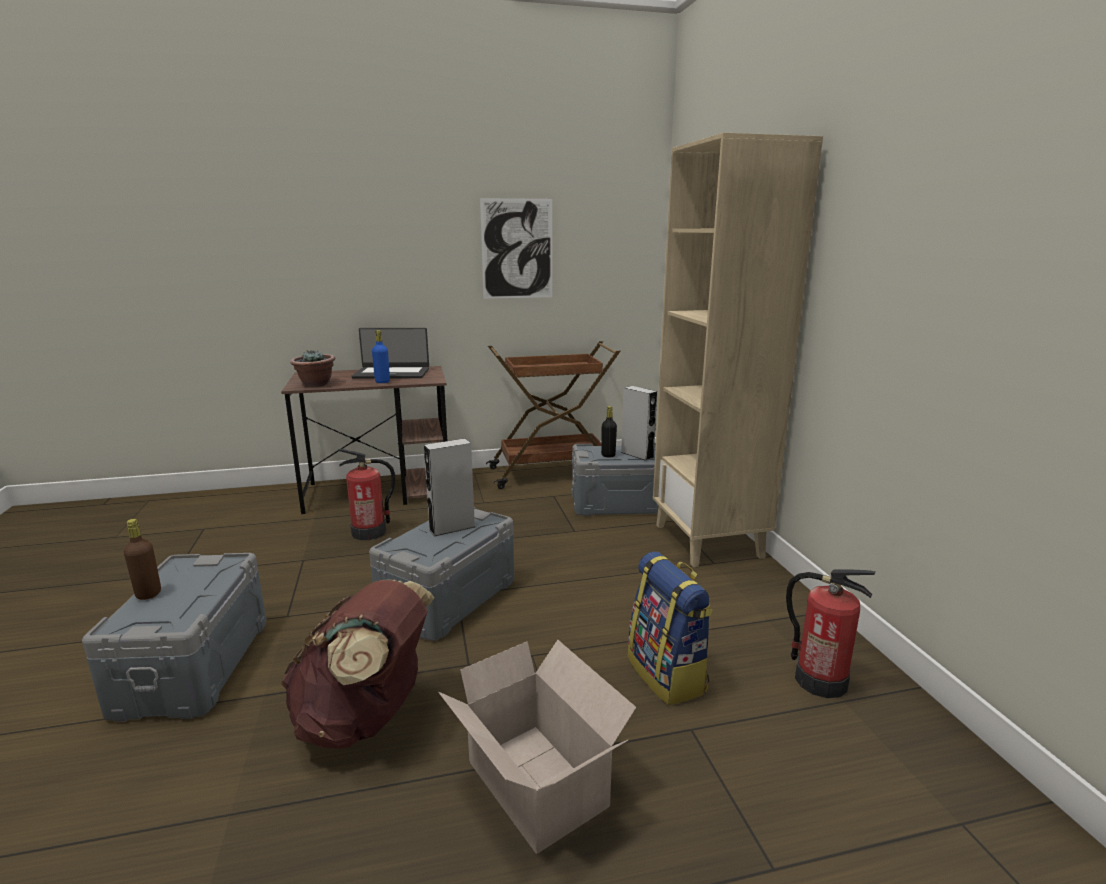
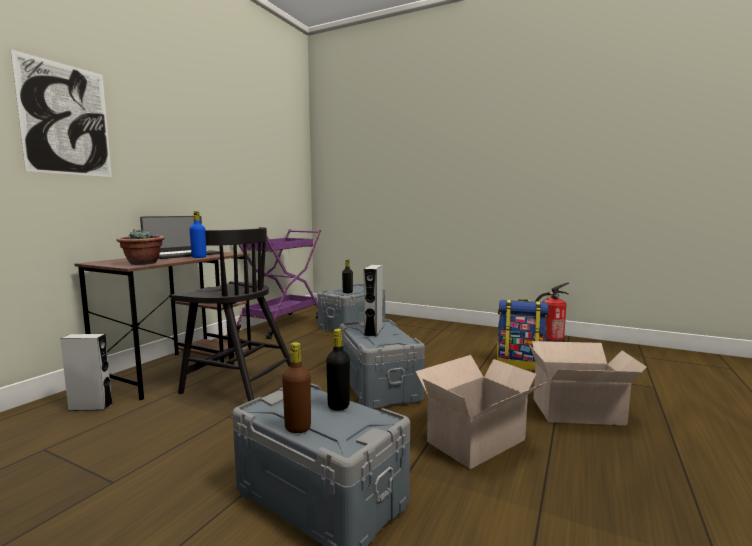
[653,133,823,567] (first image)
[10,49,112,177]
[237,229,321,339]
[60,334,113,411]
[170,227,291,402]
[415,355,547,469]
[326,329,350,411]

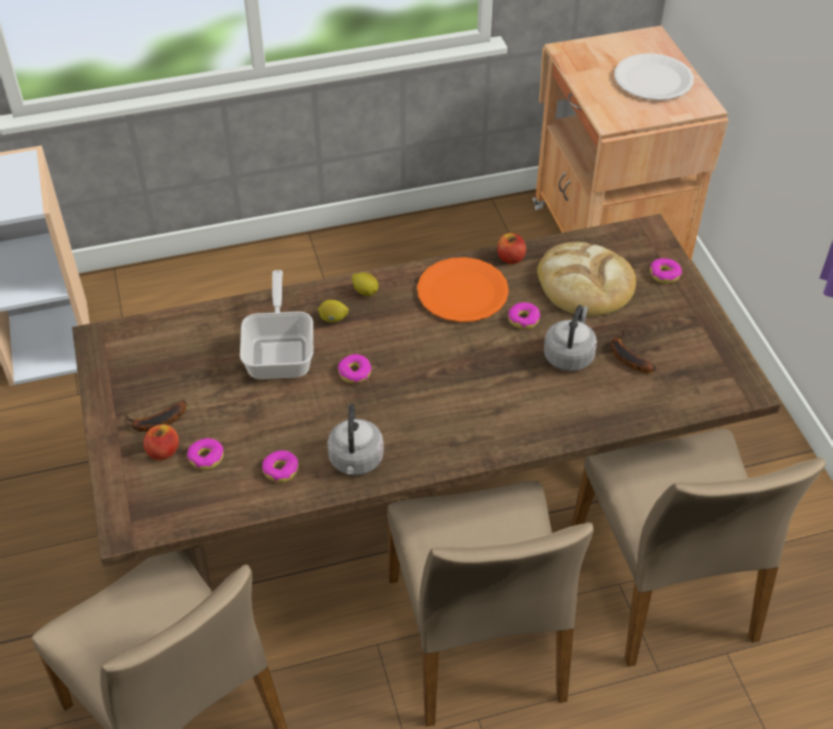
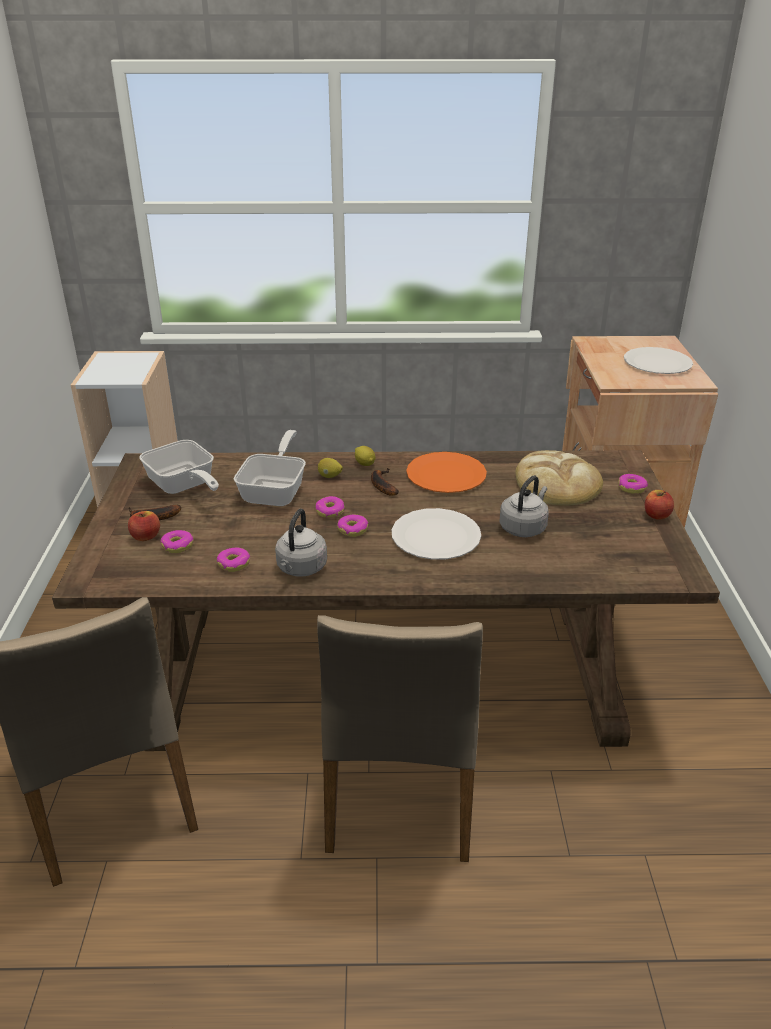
[645,490,674,520]
[337,515,368,537]
[371,468,399,496]
[571,429,826,667] (first image)
[139,440,219,494]
[392,508,481,560]

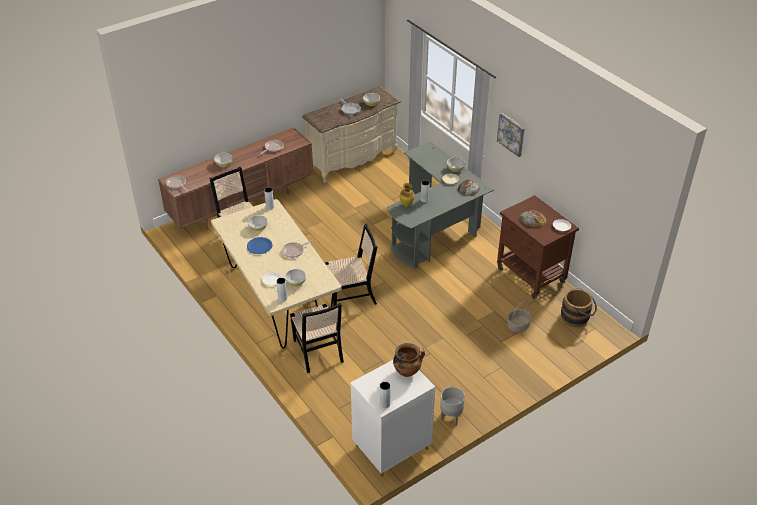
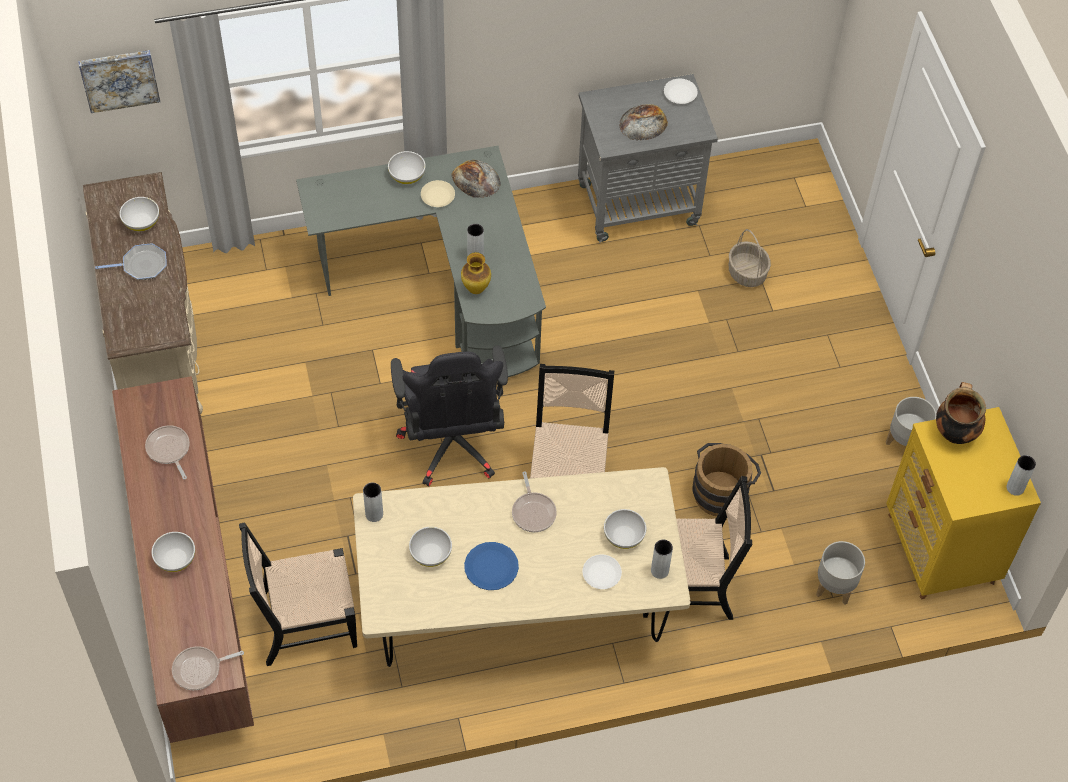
[78,50,160,113]
[578,74,718,243]
[692,443,761,516]
[886,407,1041,600]
[391,345,508,486]
[816,541,865,605]

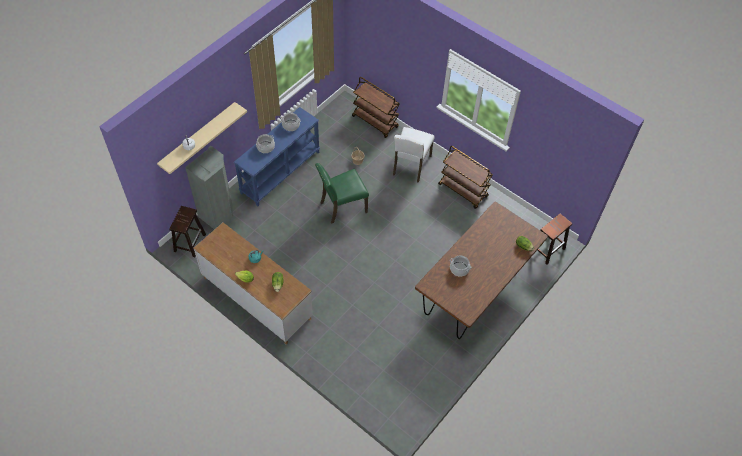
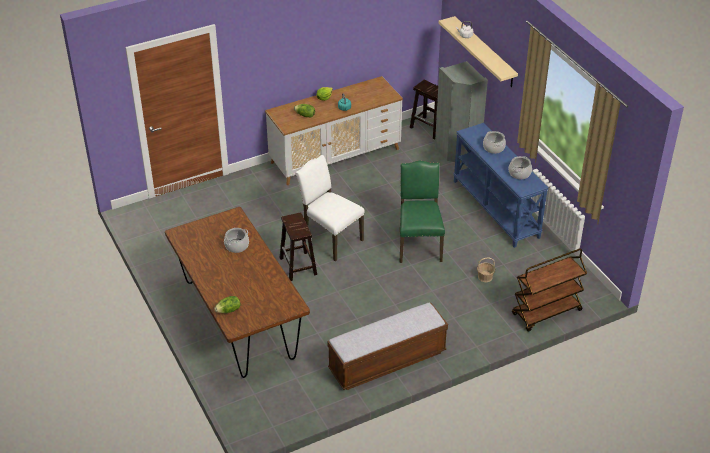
[295,155,365,262]
[327,303,448,390]
[280,212,317,281]

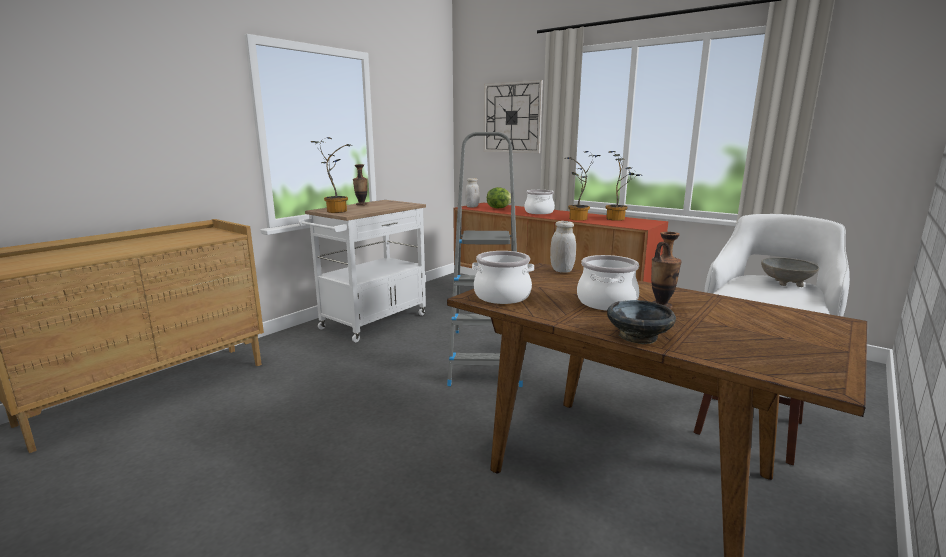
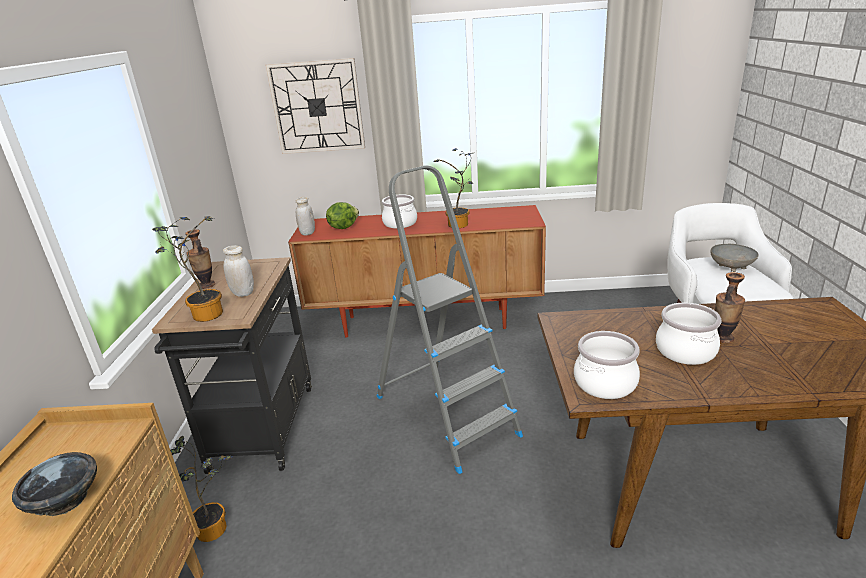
[170,436,233,542]
[152,257,313,474]
[223,245,254,297]
[12,452,97,516]

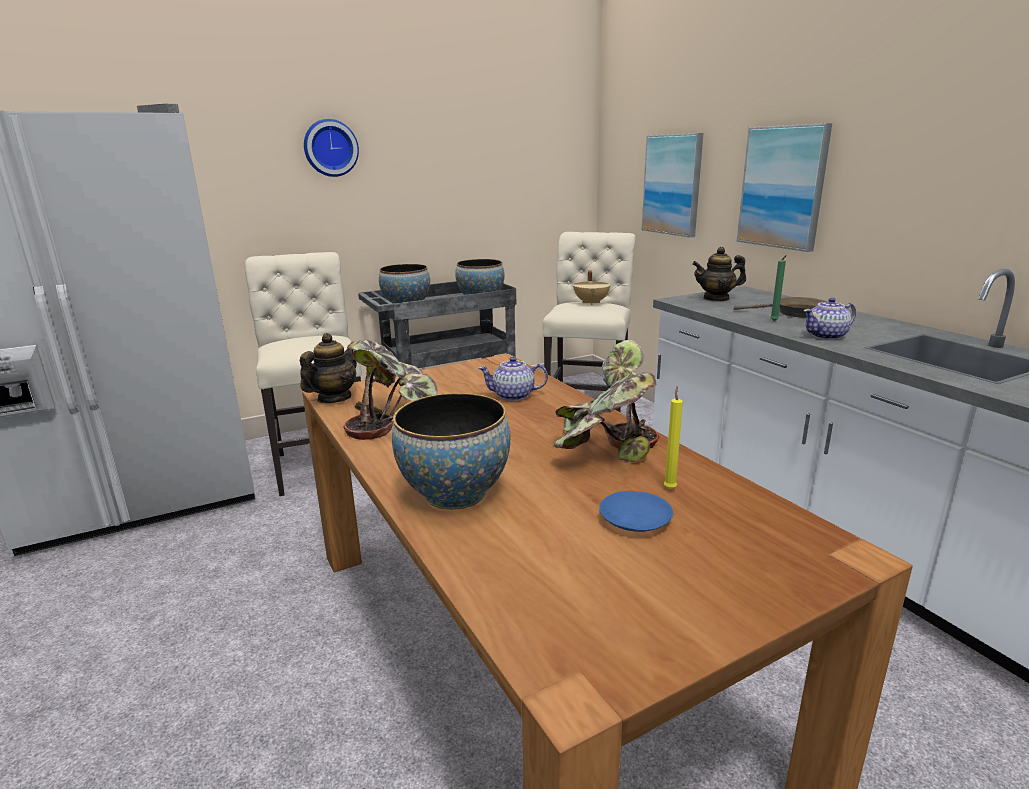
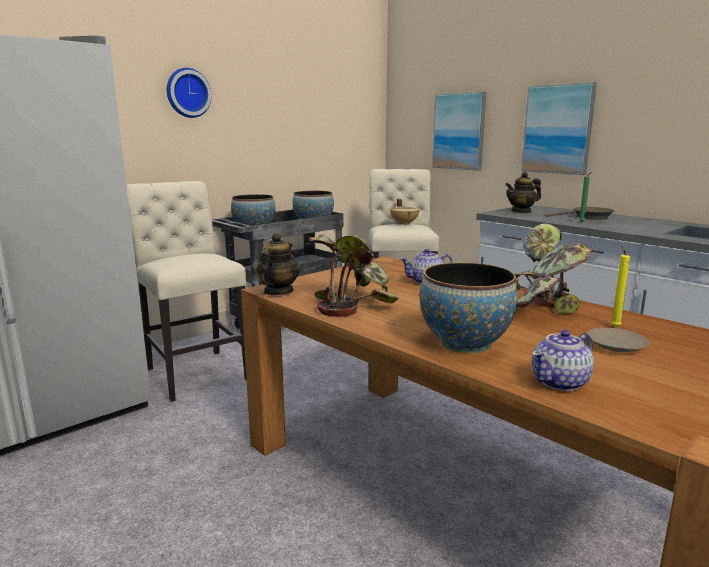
[532,330,594,391]
[587,328,649,352]

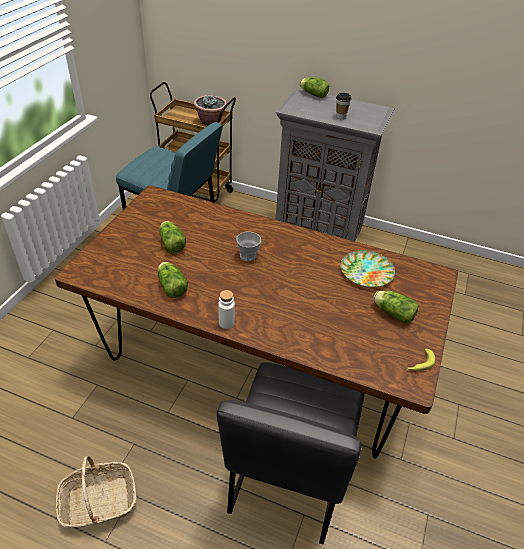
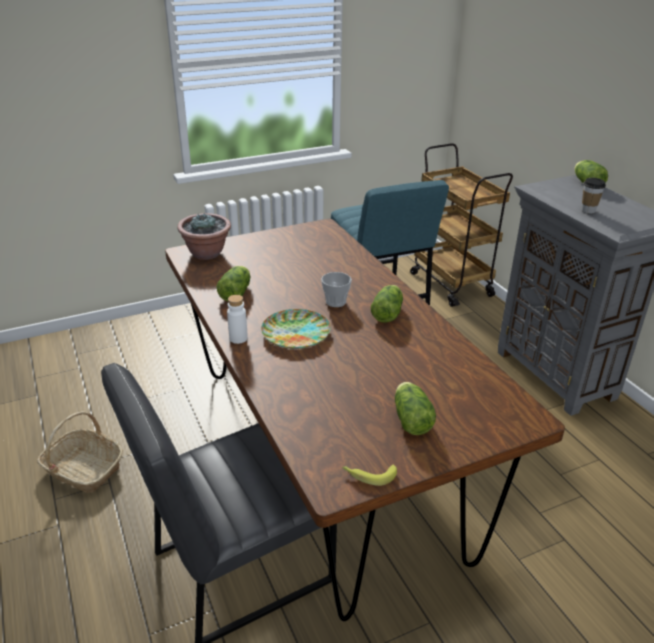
[177,213,231,260]
[371,285,403,323]
[261,309,331,349]

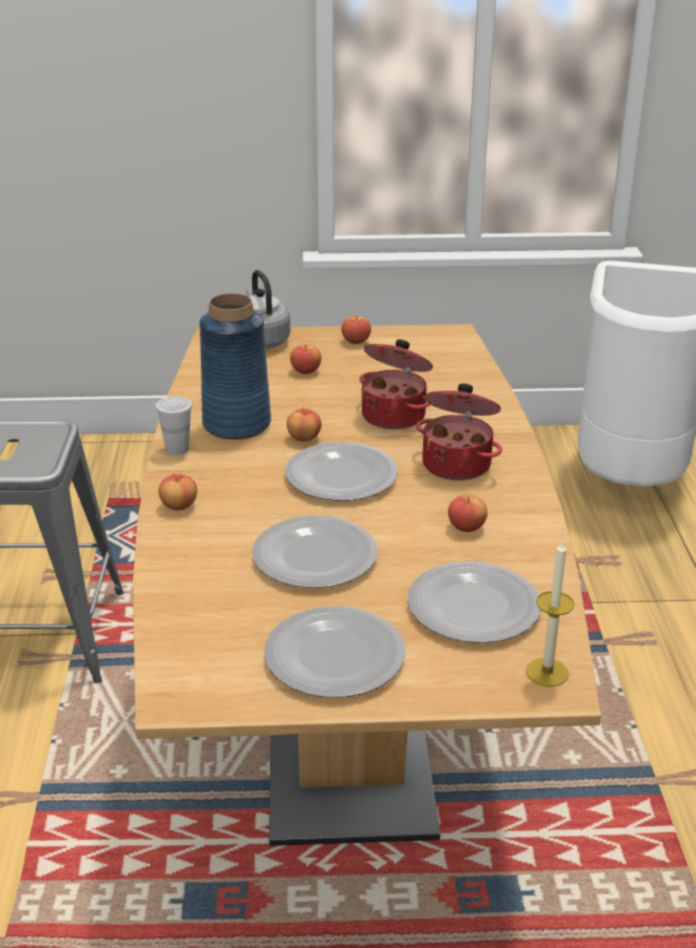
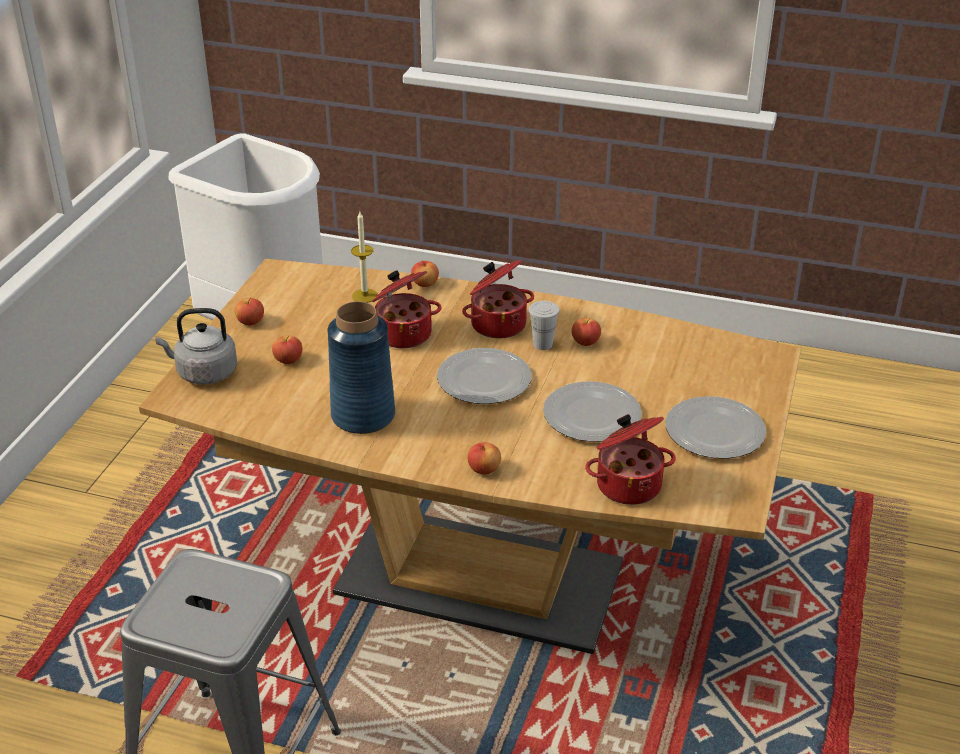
[529,301,560,350]
[411,261,439,287]
[351,212,378,303]
[407,561,541,643] (first image)
[585,414,676,505]

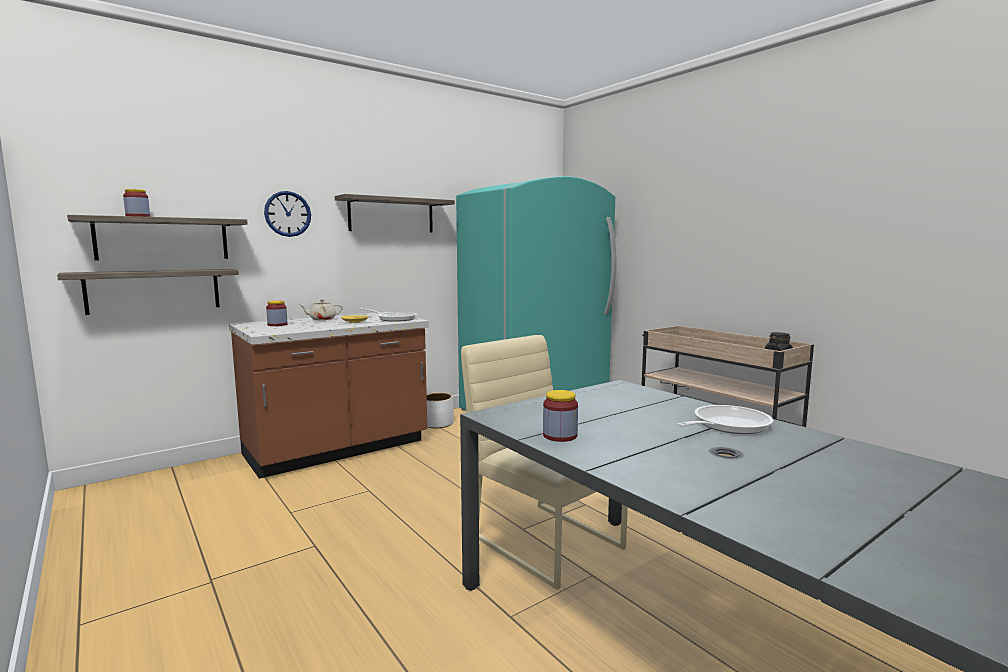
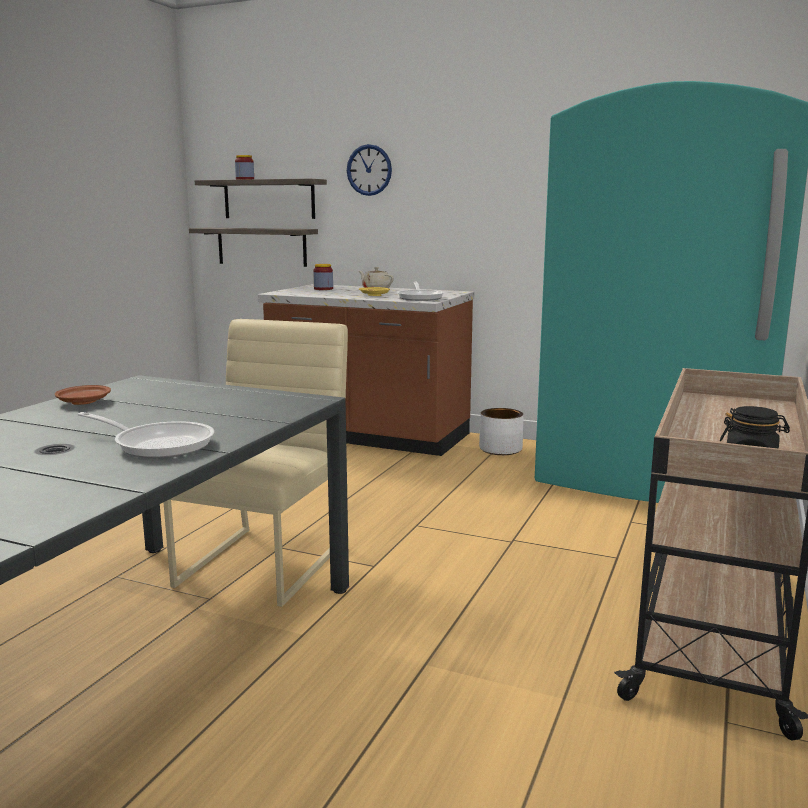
[335,194,455,232] (first image)
[55,385,111,405]

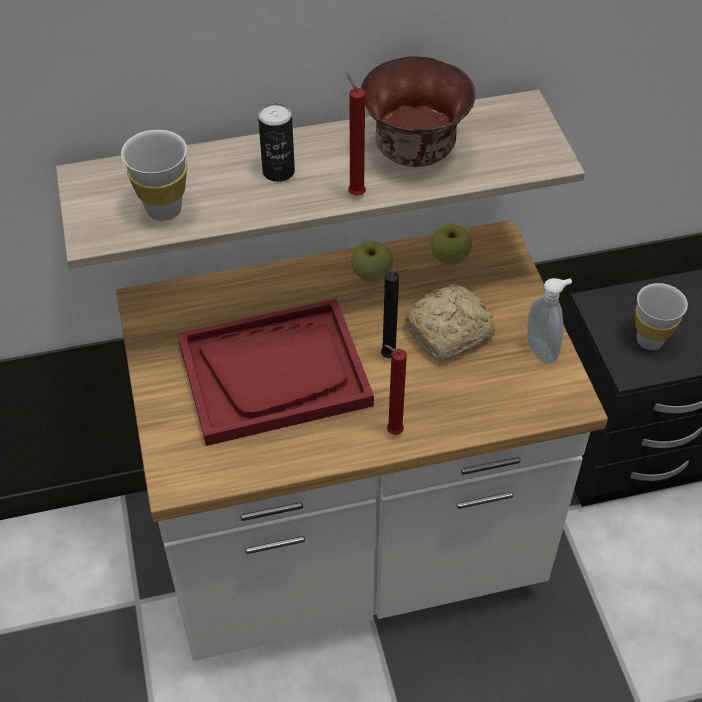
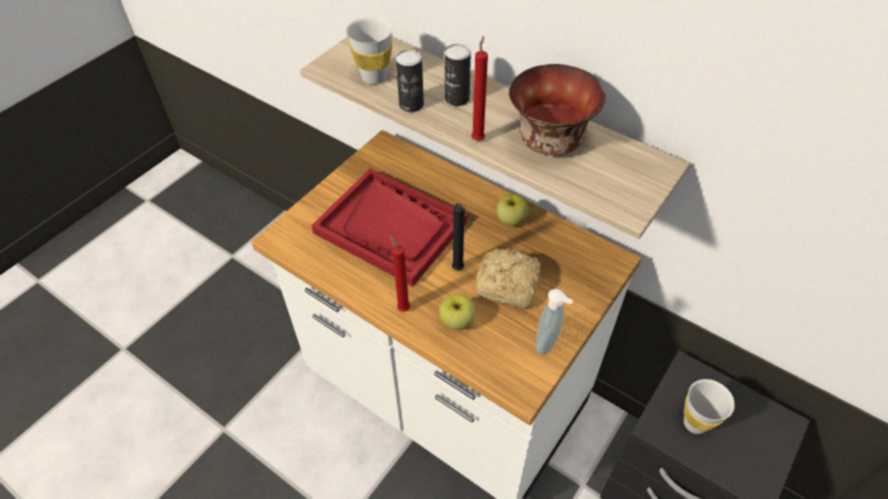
[439,294,476,330]
[396,49,424,112]

